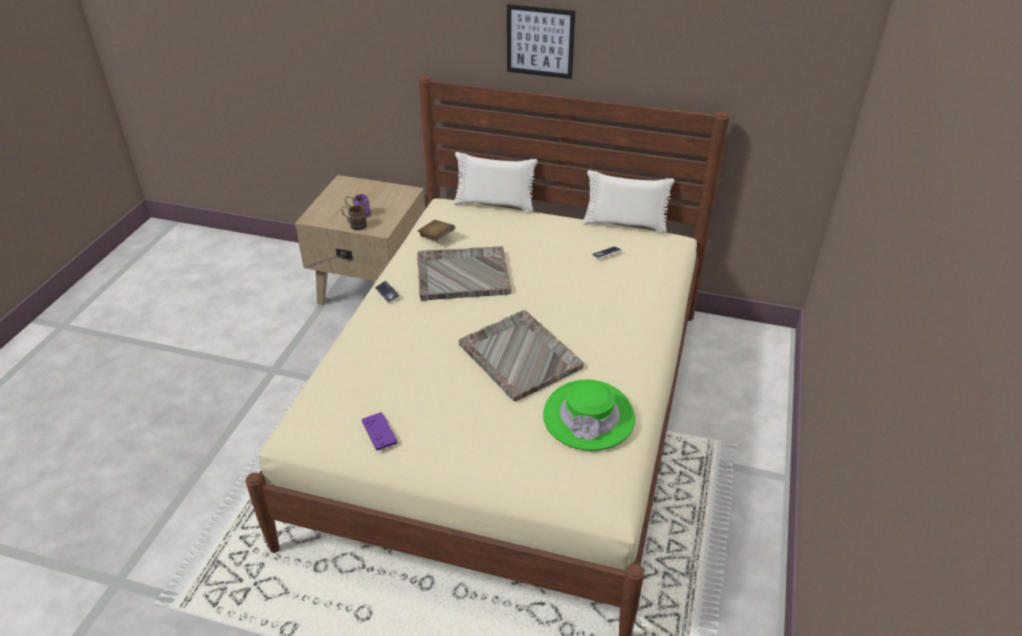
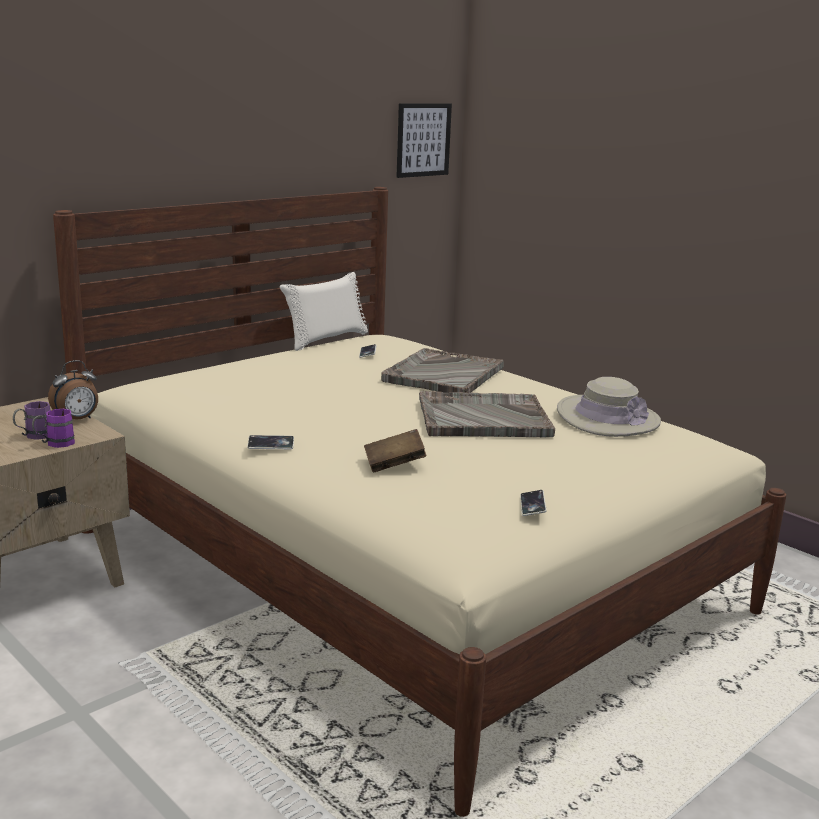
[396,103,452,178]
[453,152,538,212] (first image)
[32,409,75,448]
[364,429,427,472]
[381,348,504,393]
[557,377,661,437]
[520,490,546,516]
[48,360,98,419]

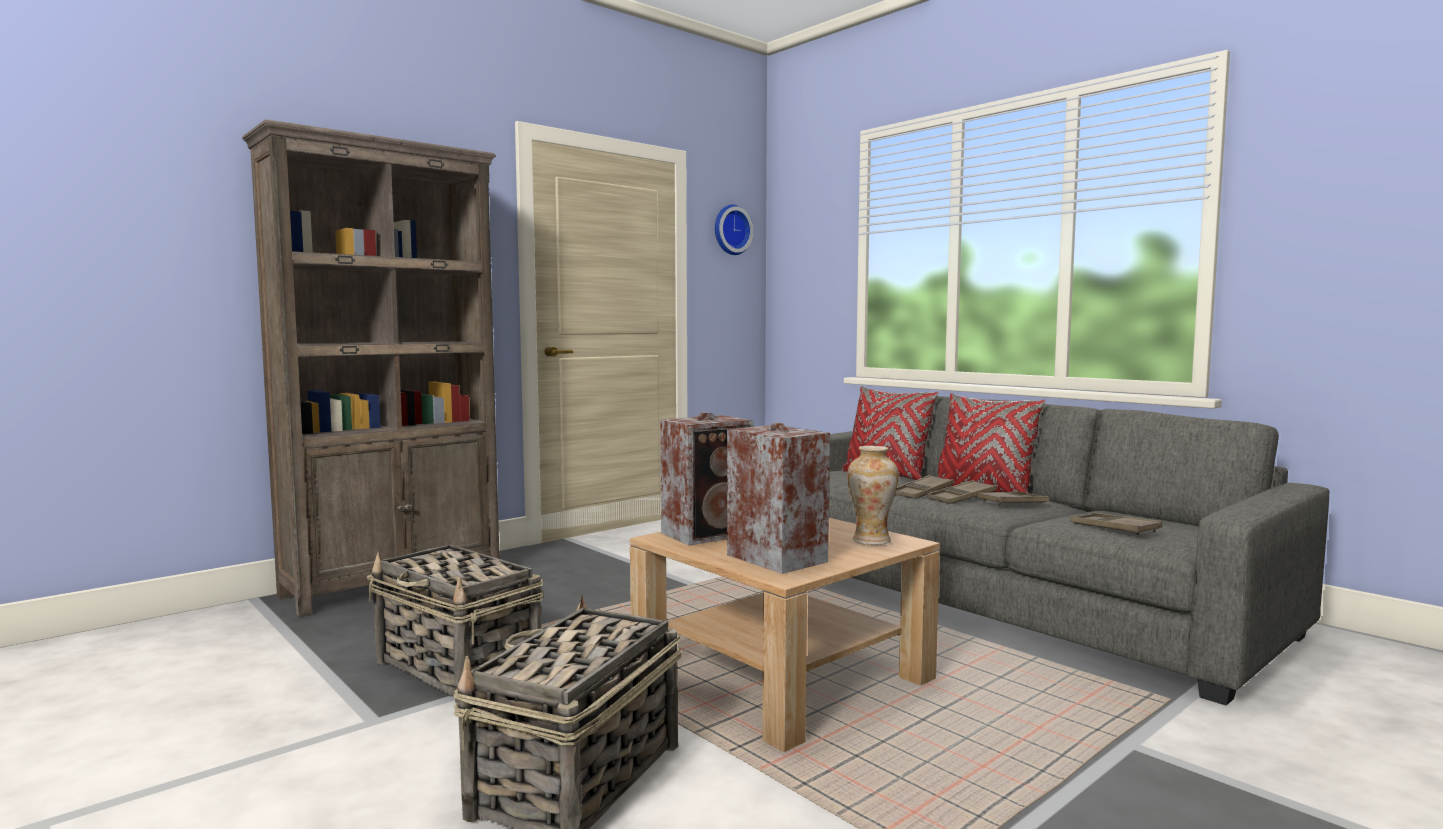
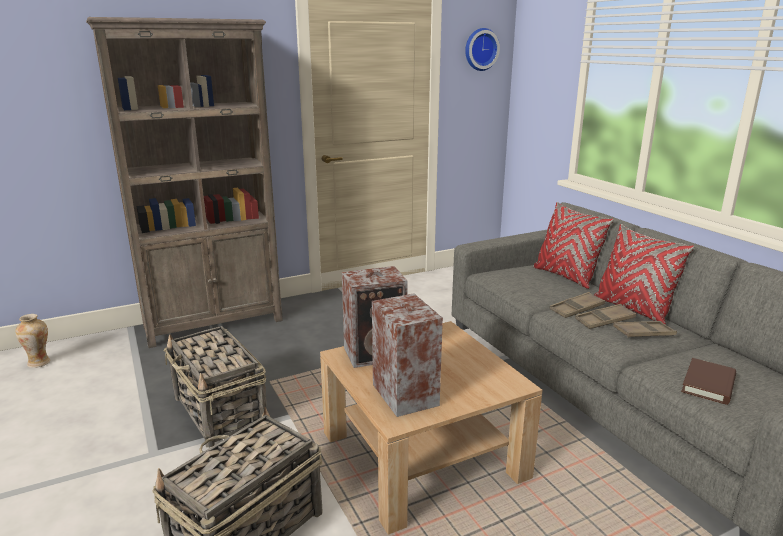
[15,314,50,368]
[681,358,736,405]

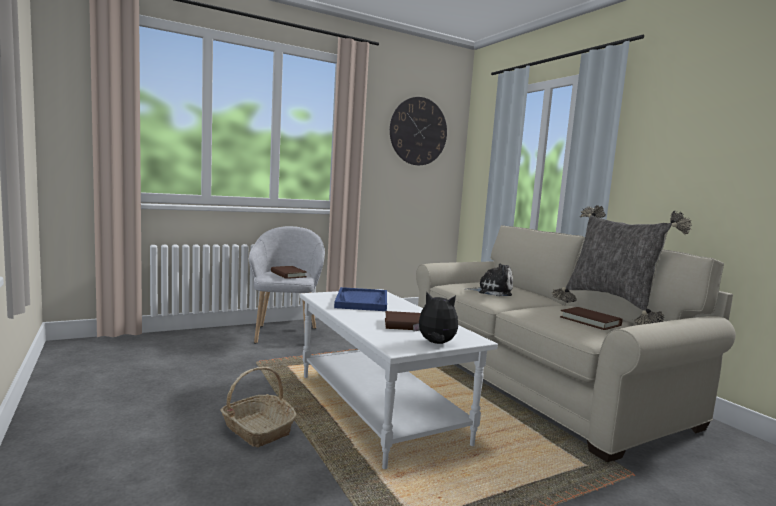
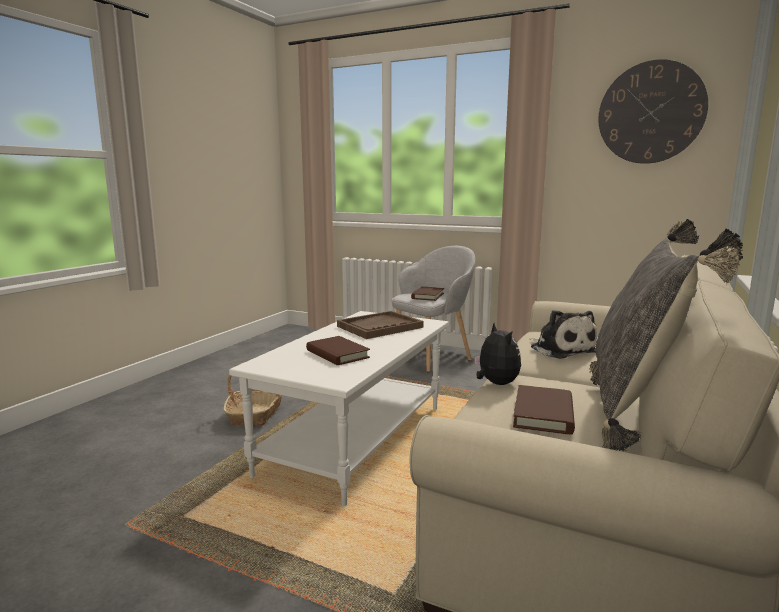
[337,311,423,339]
[474,323,521,385]

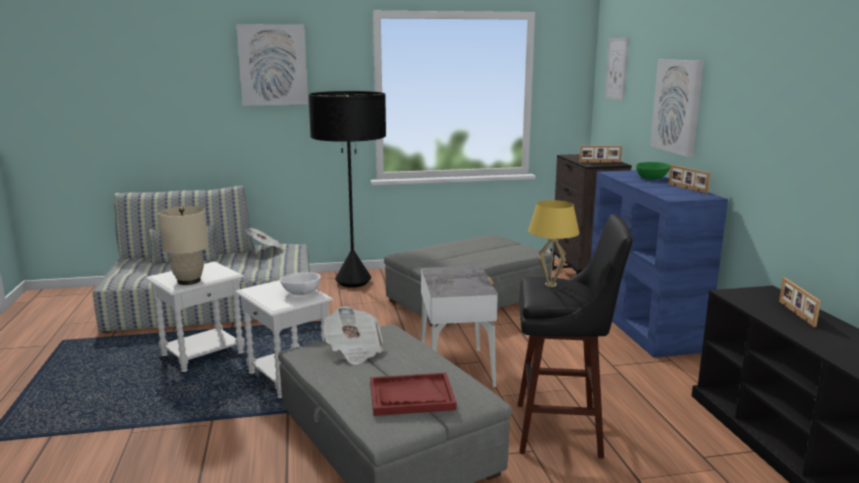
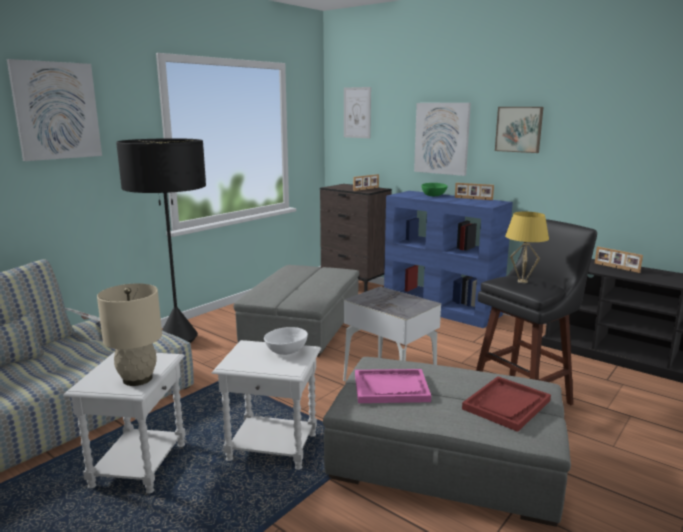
[355,369,431,403]
[495,107,543,153]

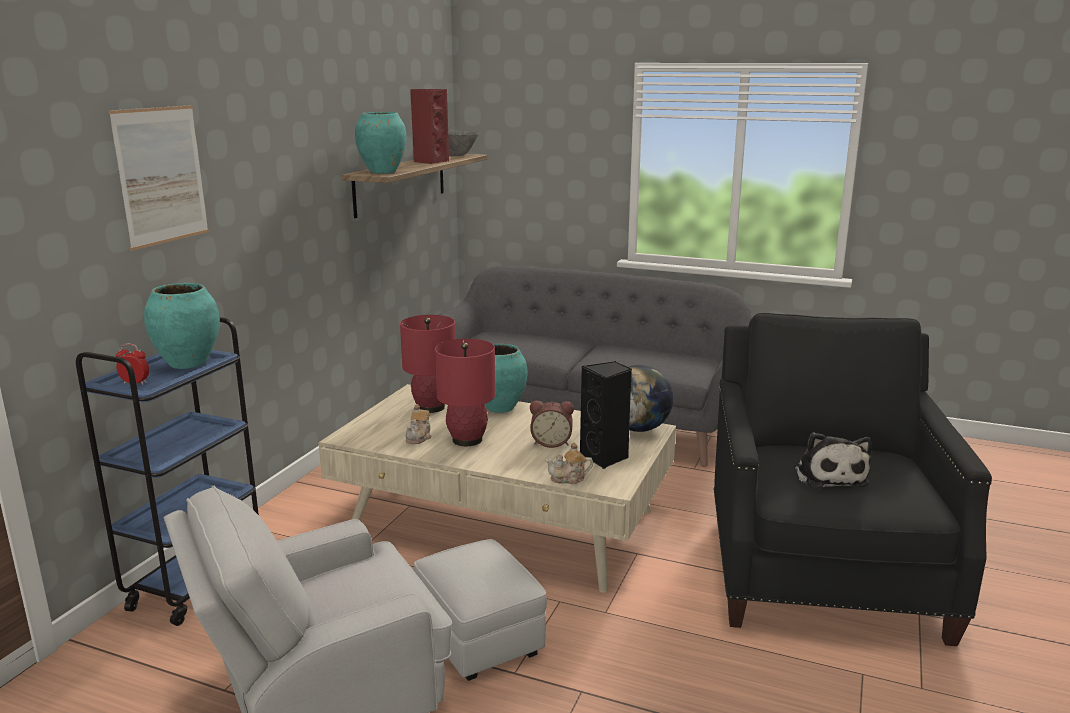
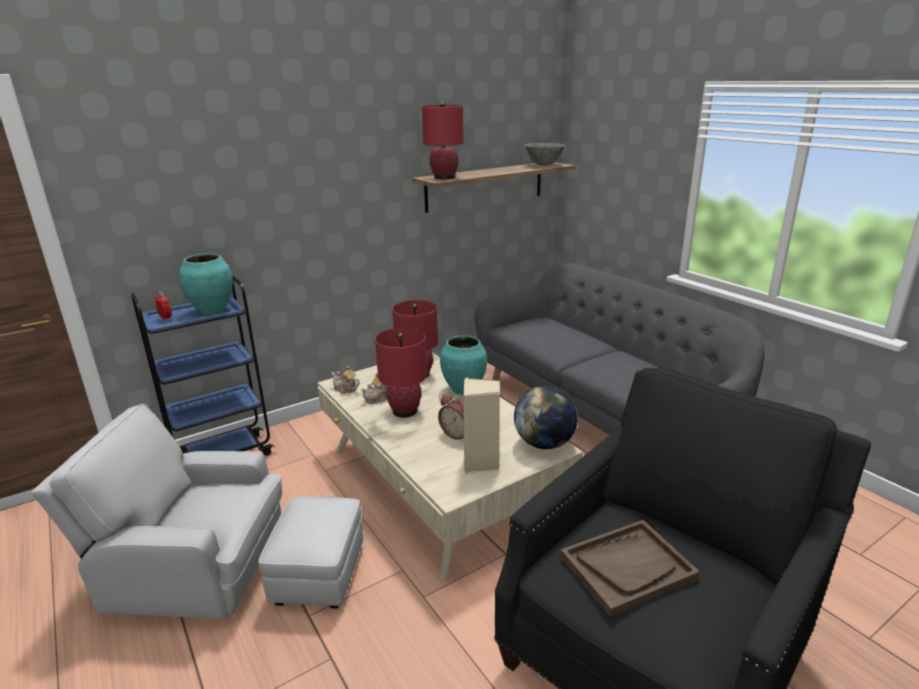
[410,89,449,164] (first image)
[109,105,209,251] (first image)
[422,102,464,179]
[463,377,500,473]
[560,520,700,617]
[331,365,360,394]

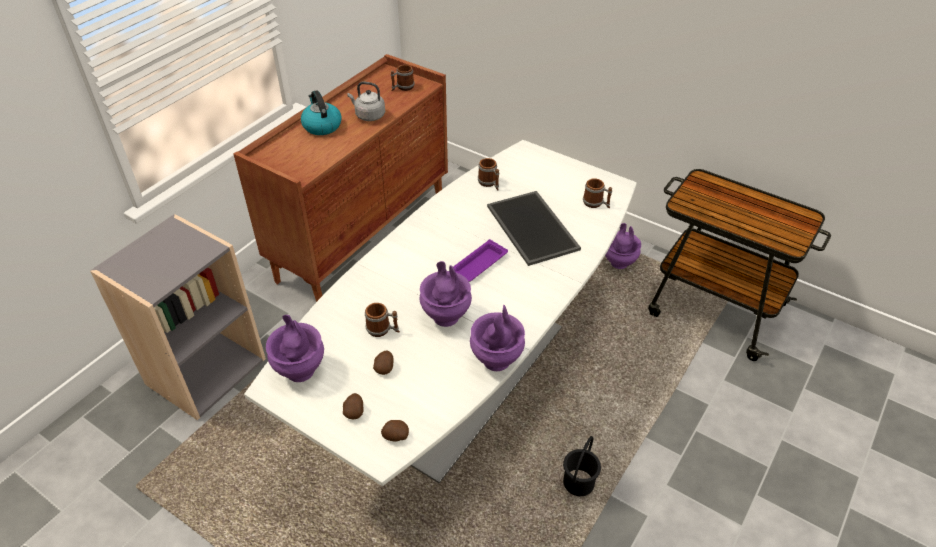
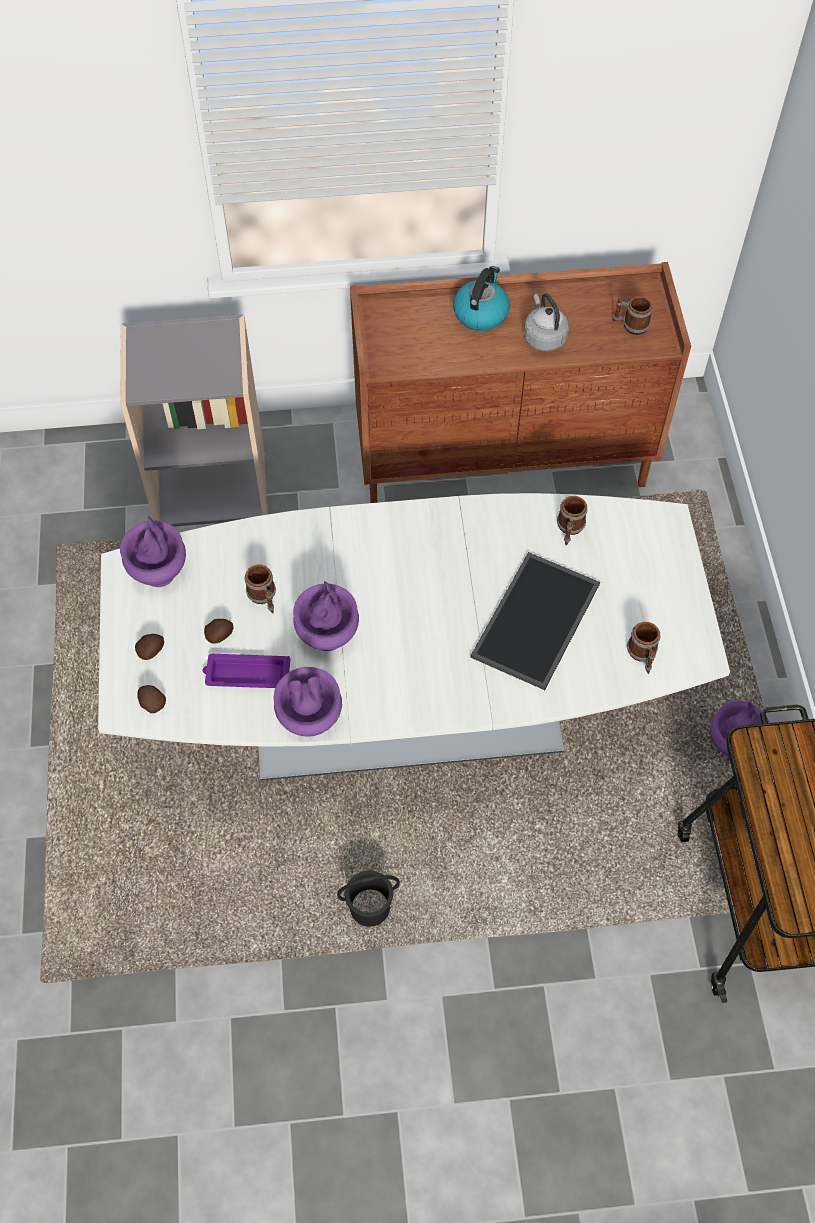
[203,654,290,688]

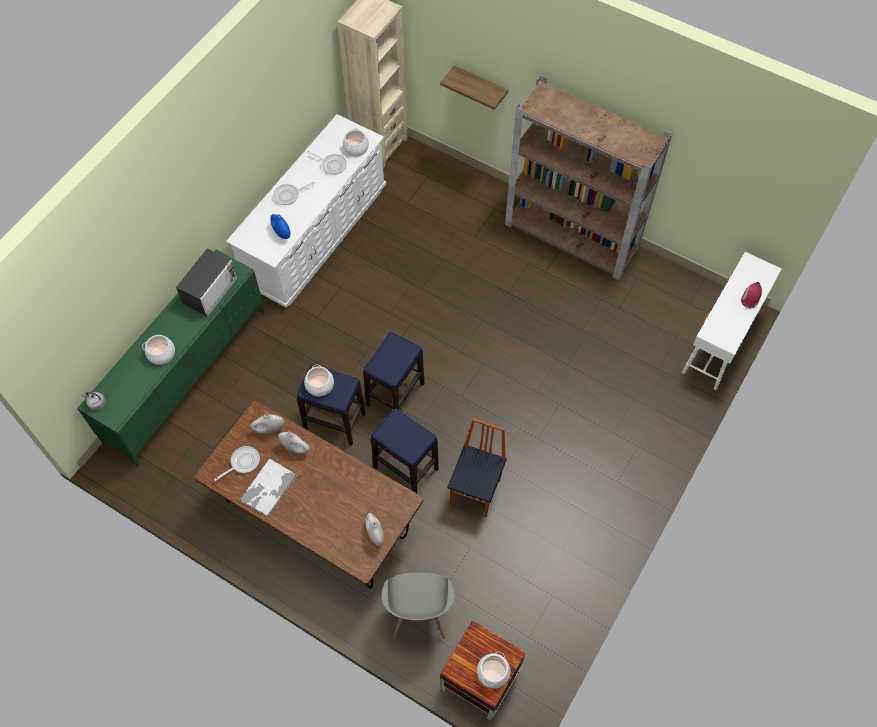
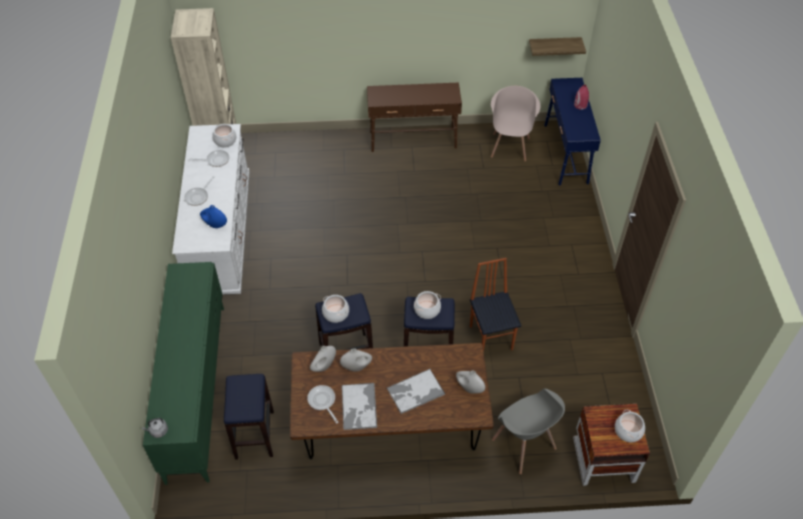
[529,37,586,56]
[367,83,462,152]
[176,248,238,316] (first image)
[544,78,601,185]
[224,374,274,460]
[414,291,441,319]
[307,385,338,424]
[491,86,540,161]
[387,369,445,414]

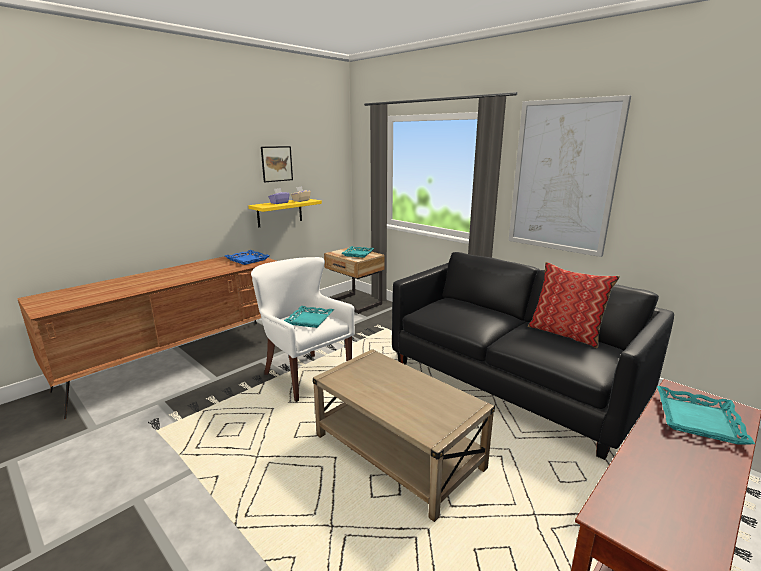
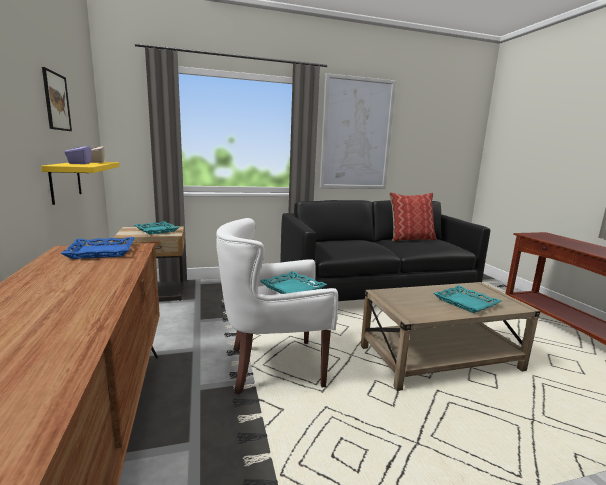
[434,285,502,313]

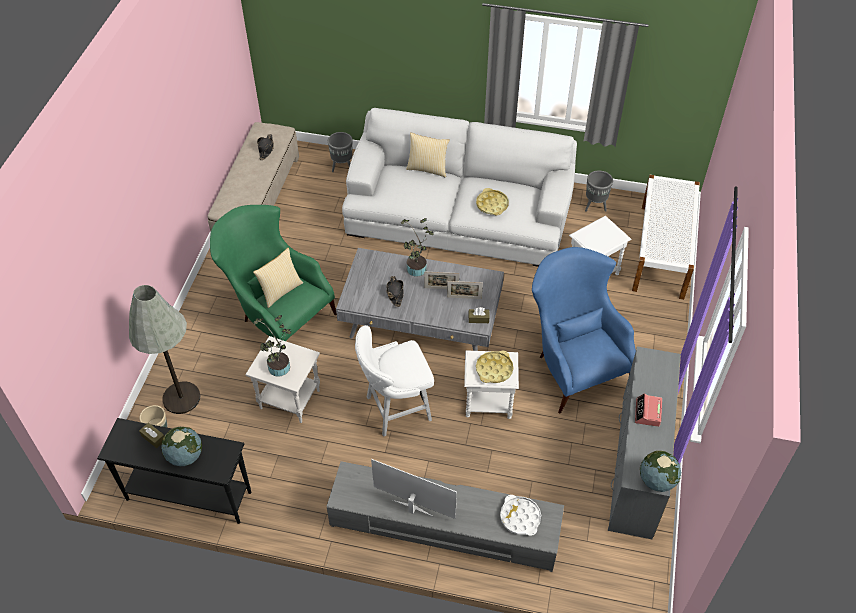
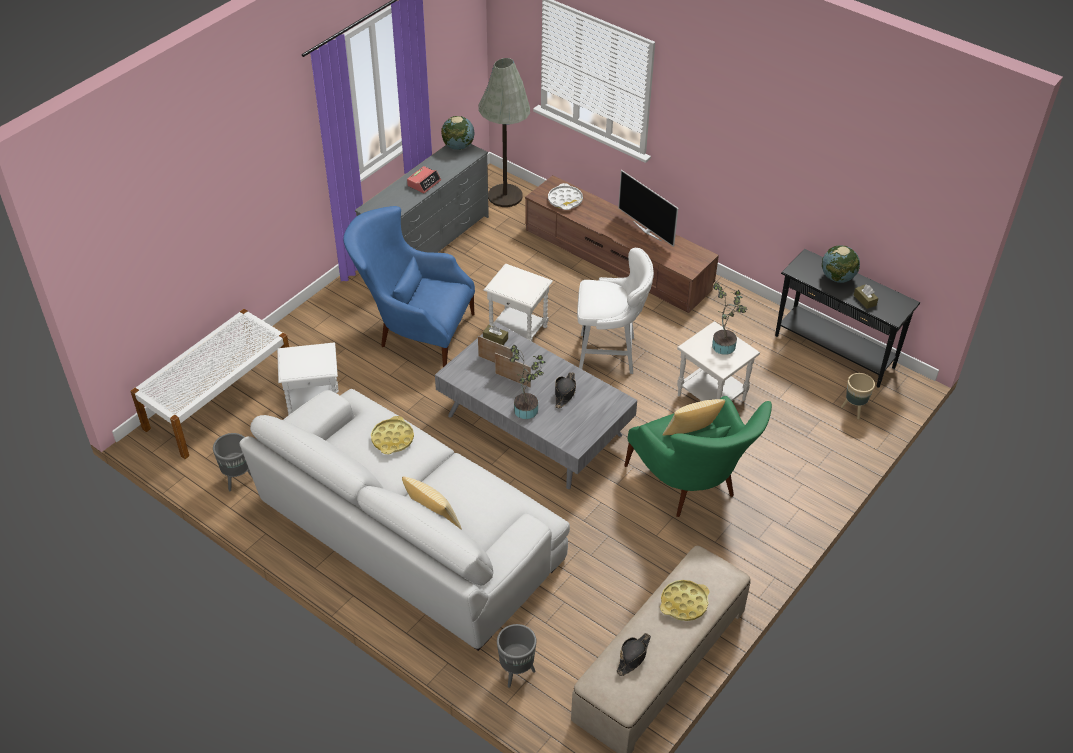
[343,206,475,367]
[478,58,530,207]
[660,580,710,621]
[525,175,719,313]

